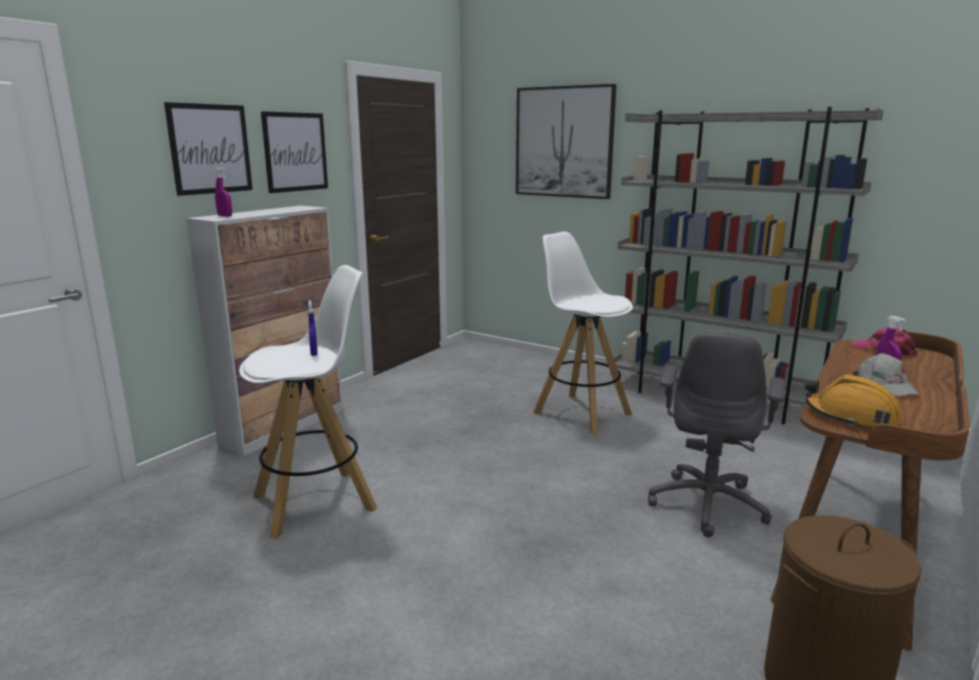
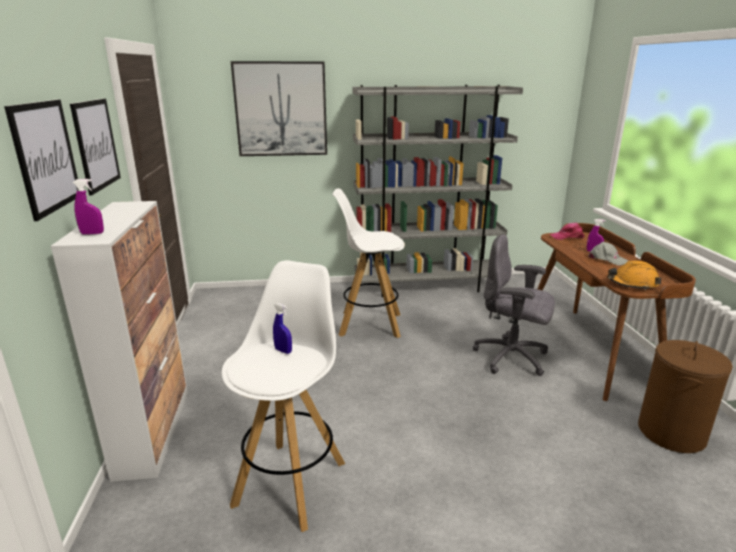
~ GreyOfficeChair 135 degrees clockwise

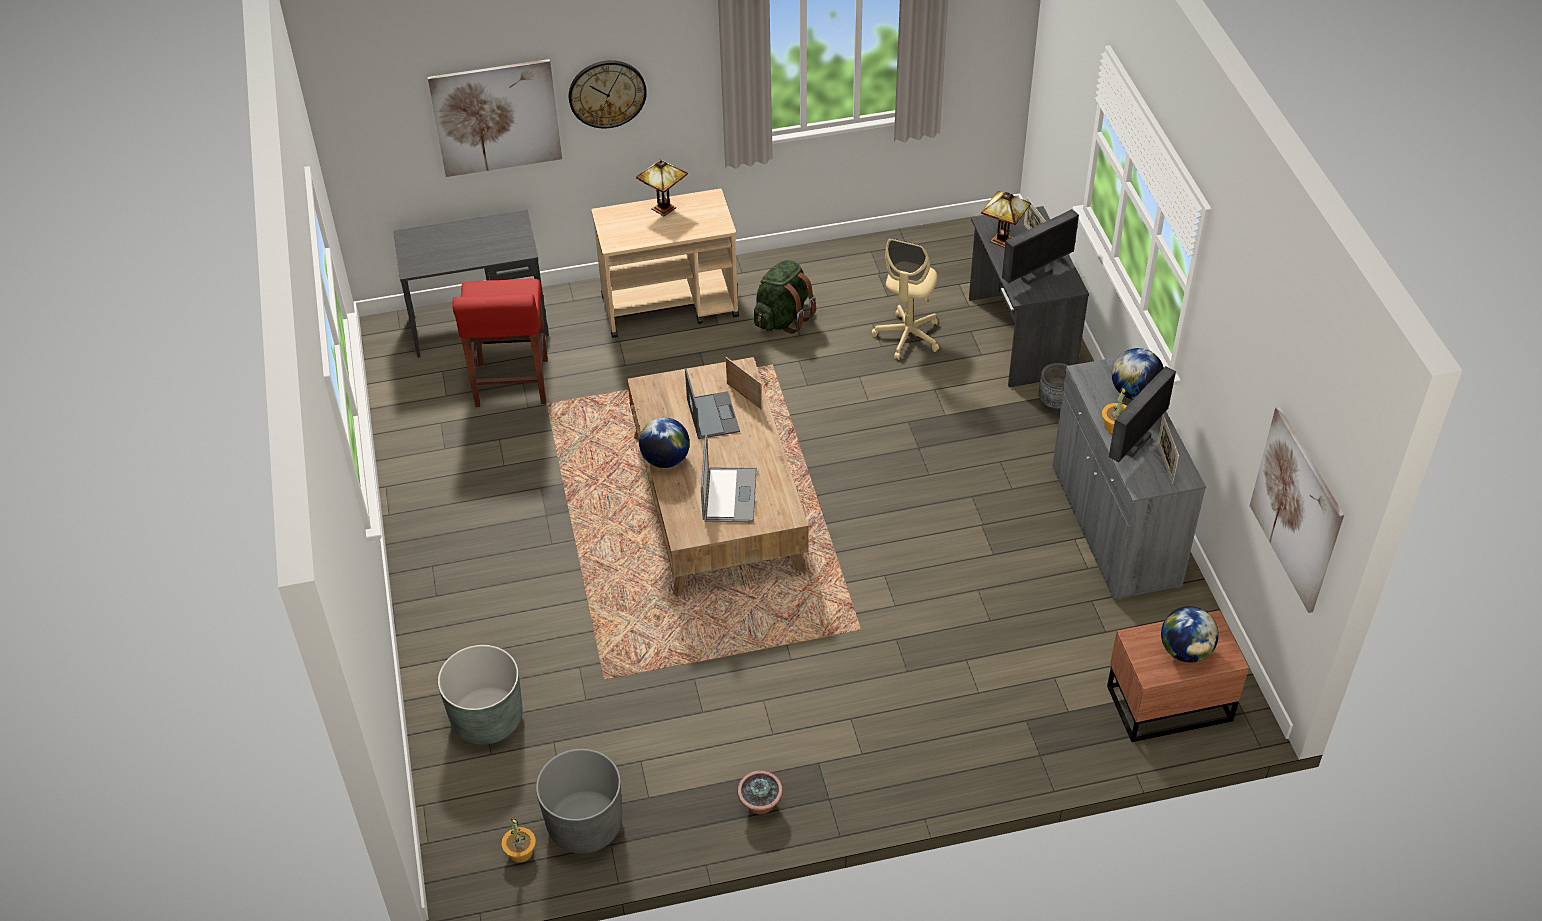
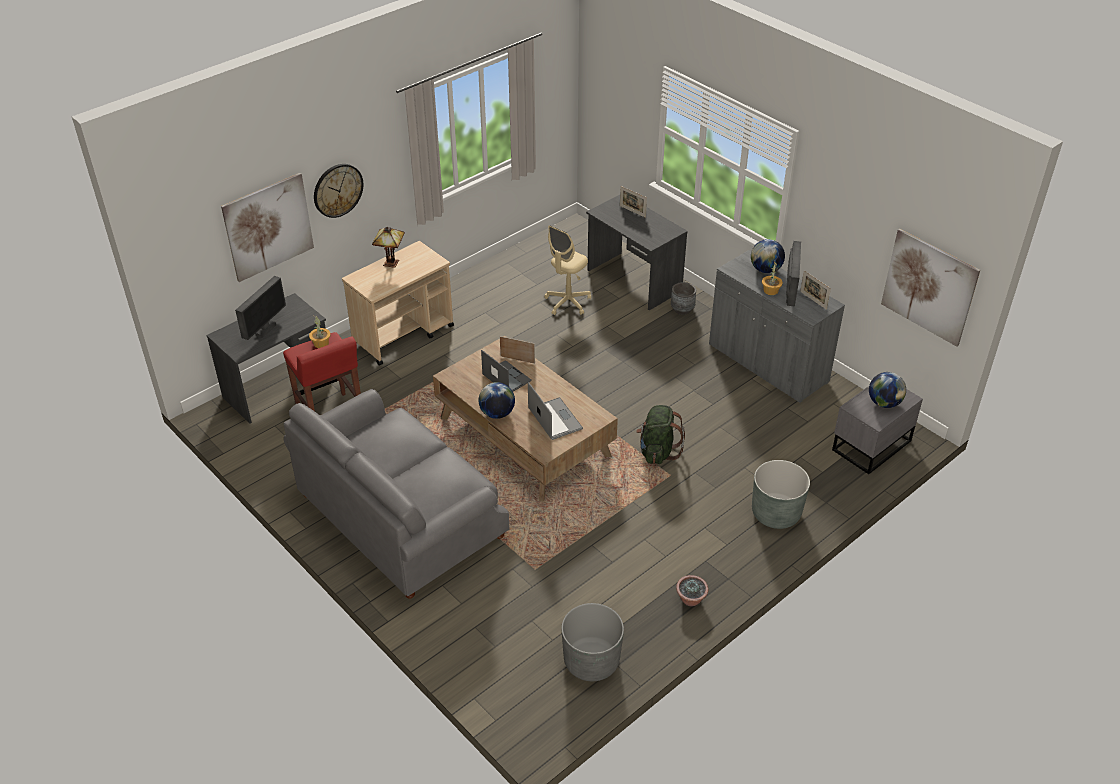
- TabletopLamp (no. 2 from left)
~ ComputerScreen (no. 1 from left)
~ BeigeOfficeChair 45 degrees clockwise
~ GreenRucksack
~ BrownNightstand to GreyNightstand
~ GreyPlantPot (no. 1 from left in the first image) to GreyPlantPot (no. 3 from left)
~ PlantInAPot (no. 1 from left)
+ GreySettee

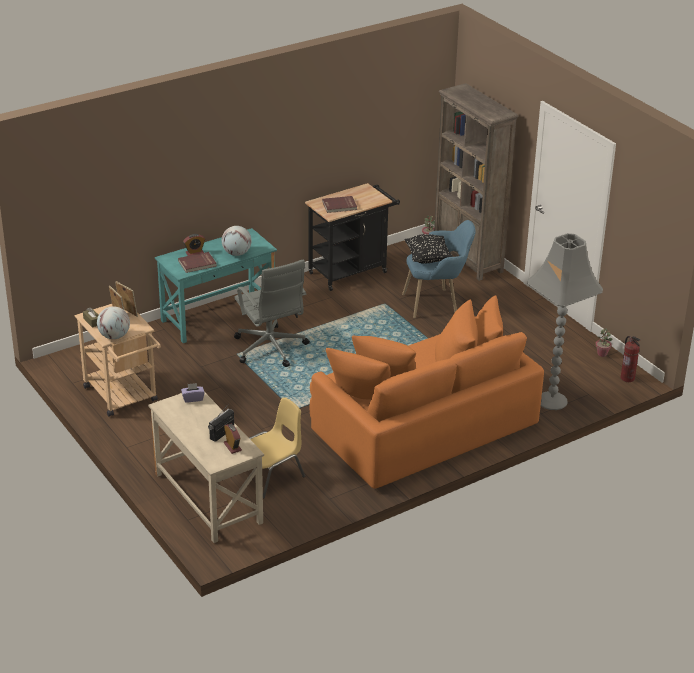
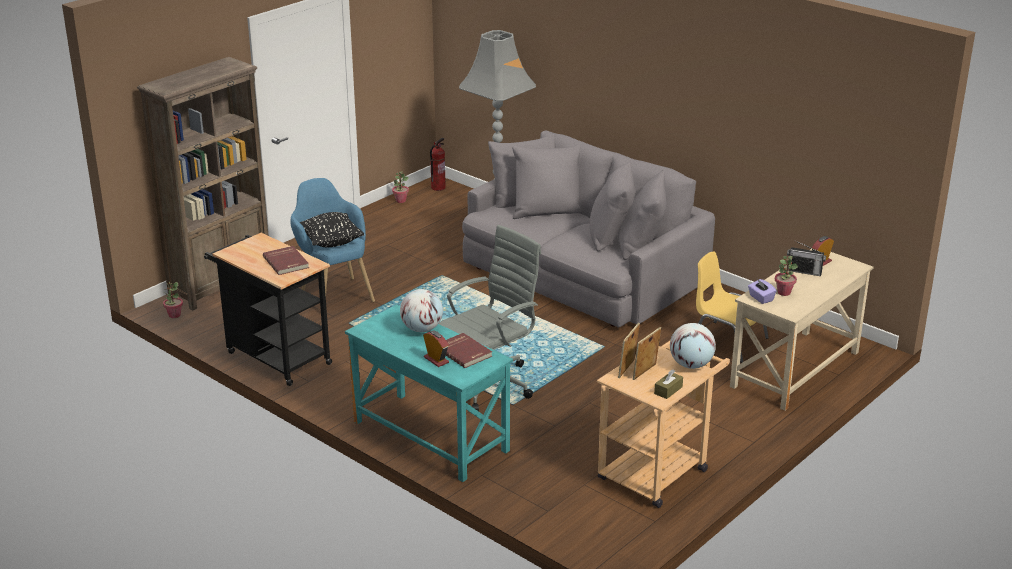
~ OrangeColouredSettee to GreySettee
+ PlantInAPot (no. 3 from left)

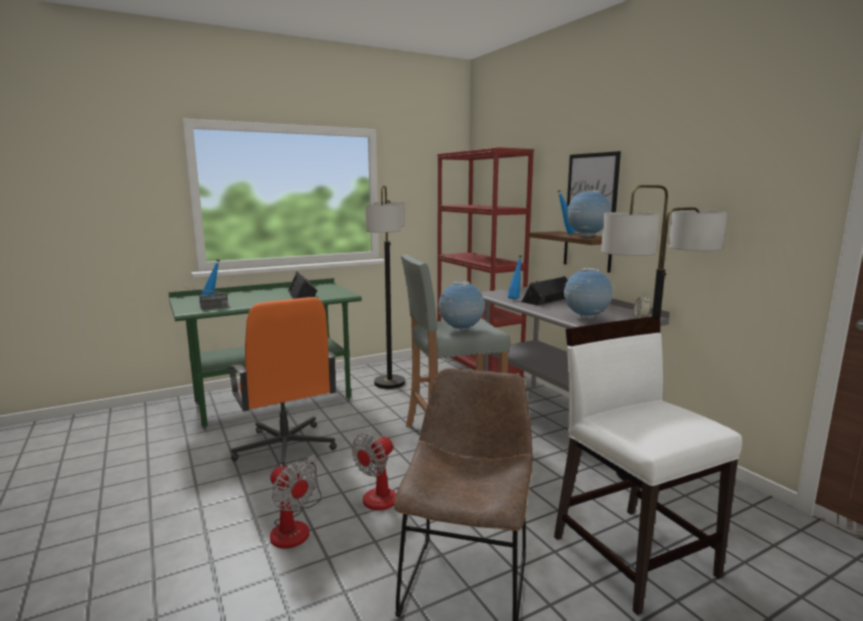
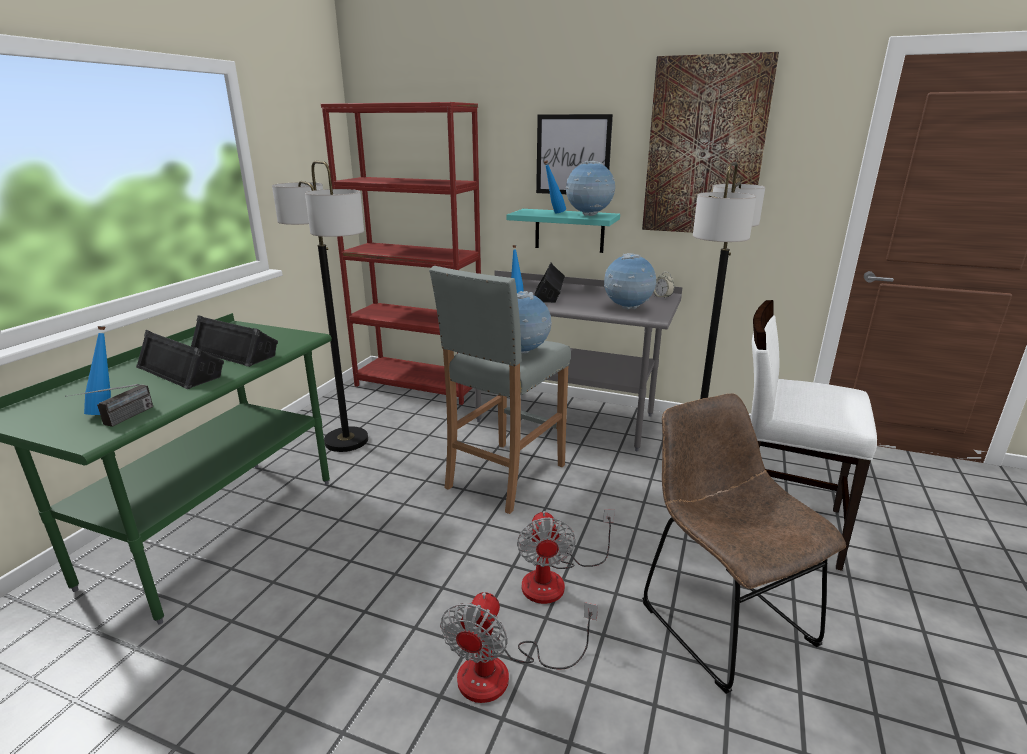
~ BrownWallShelf to TurquoiseWallShelf
- OrangeColouredOfficeChair
~ CoolingFan (no. 1 from left) 105 degrees clockwise
+ WallArt (no. 2 from left)
+ BlackishLoudspeaker (no. 1 from left)

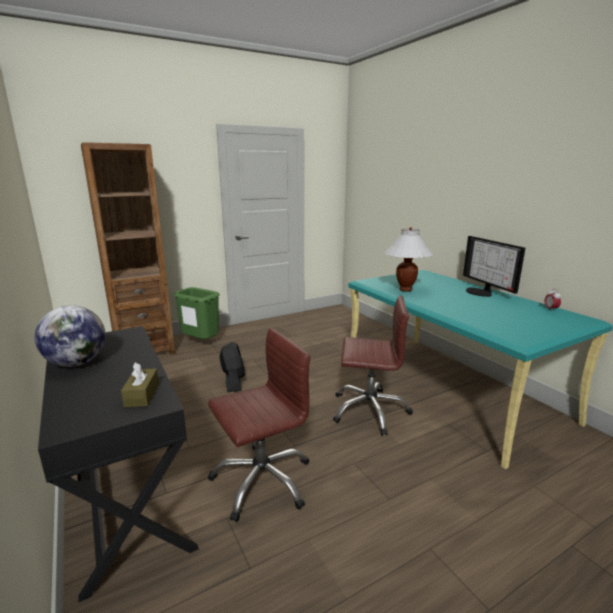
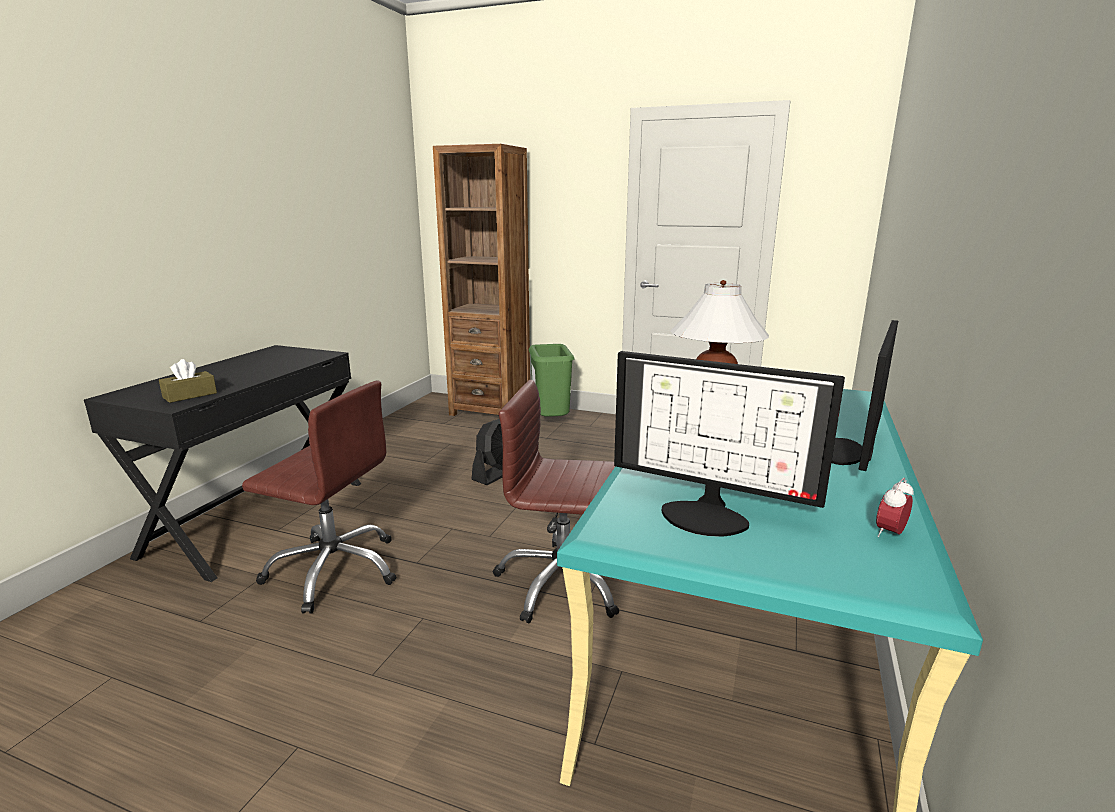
~ BrownOfficeChair (no. 2 from left) 135 degrees clockwise
- Globe
+ ComputerScreen (no. 1 from left)

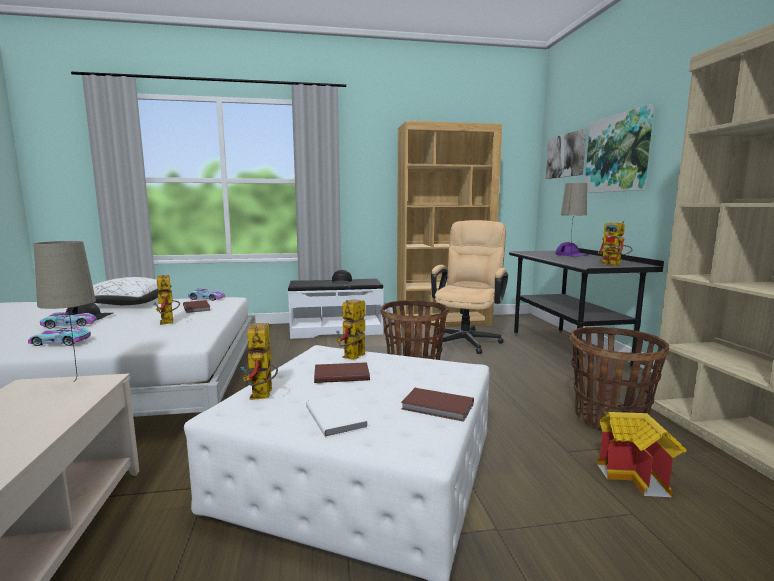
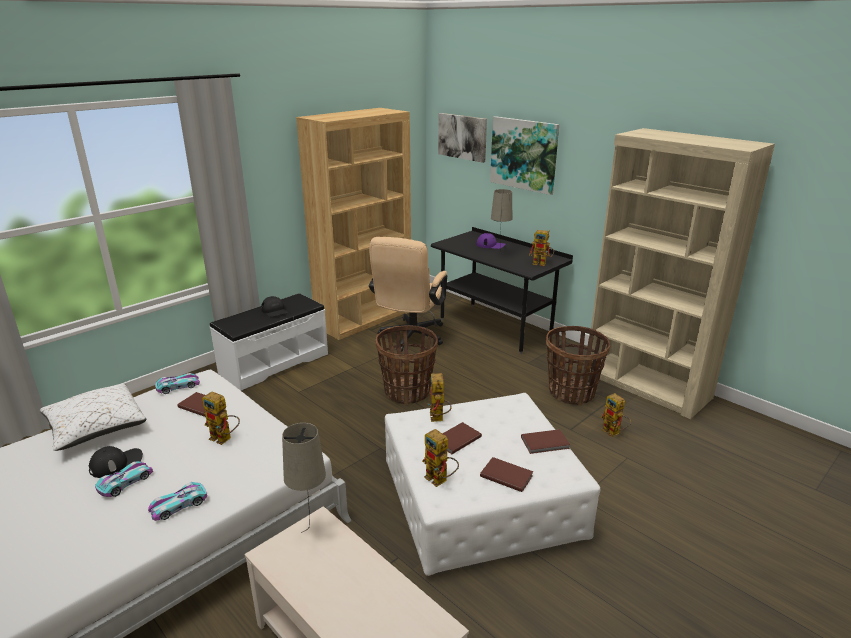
~ BeigeOfficeChair 150 degrees counterclockwise
~ WhitishBook to BrownBook (no. 3 from left)
~ ToyHouse to ToyRobot (no. 5 from left)

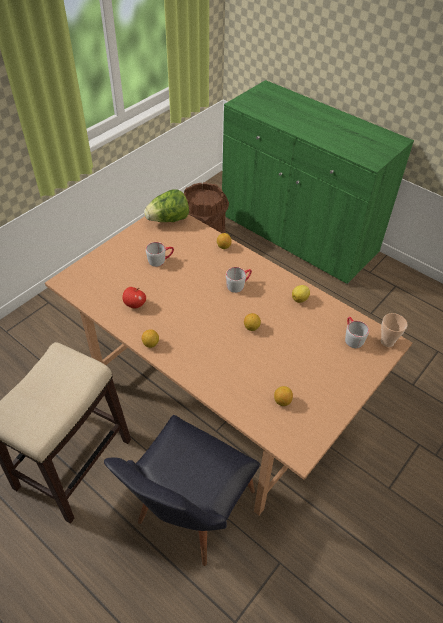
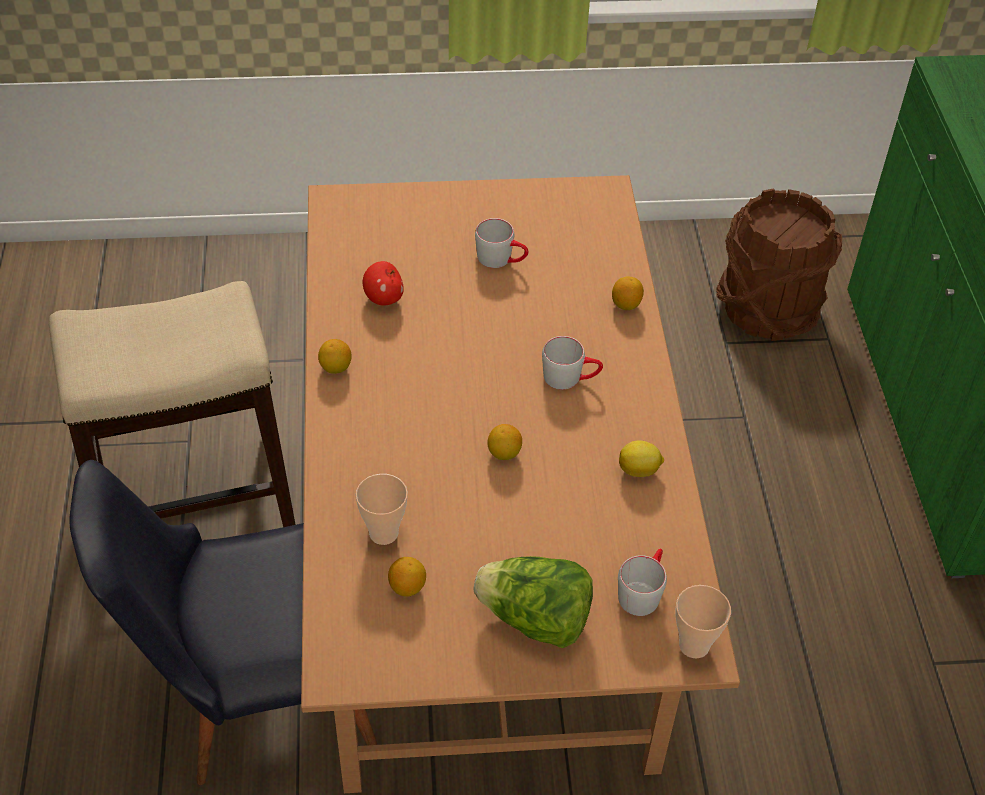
~ Lettuce
+ Cup (no. 1 from left)

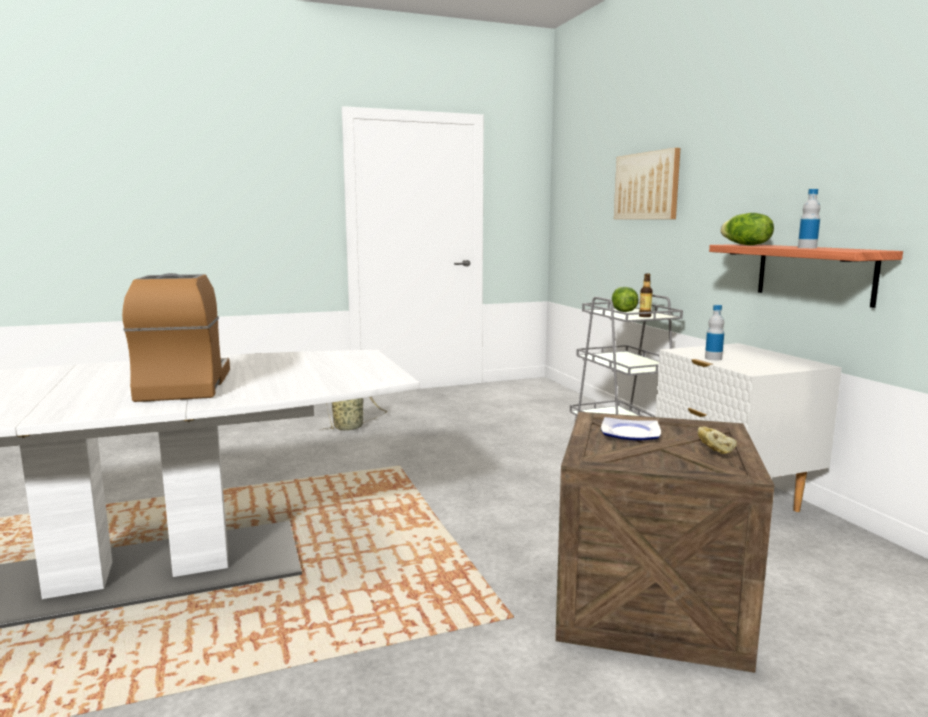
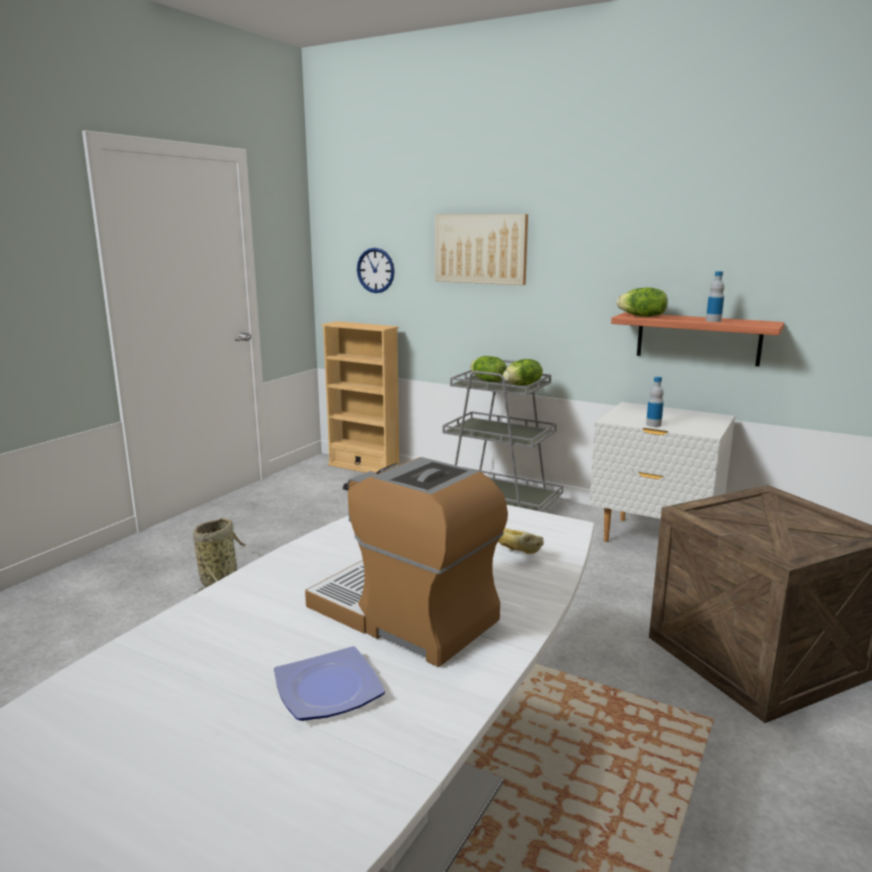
~ DrinkBottle (no. 1 from left) to Lettuce (no. 2 from left)
~ Plate
~ Bread
+ ClockOnTheWall
+ BeigeBookcase

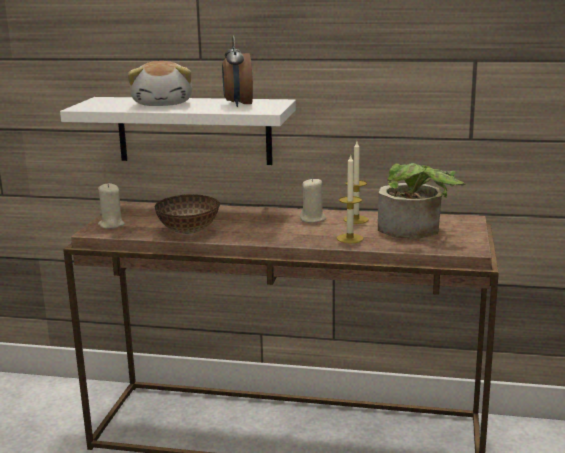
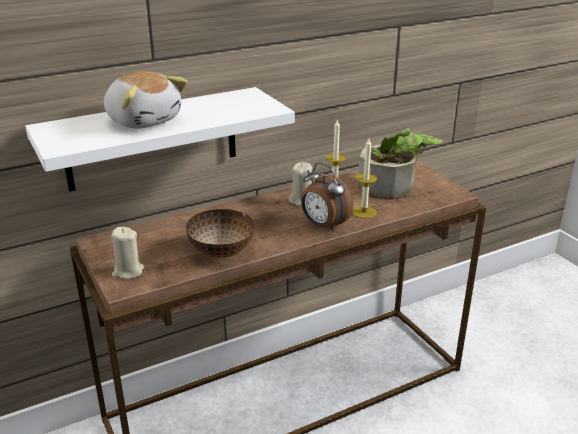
~ AlarmClock

